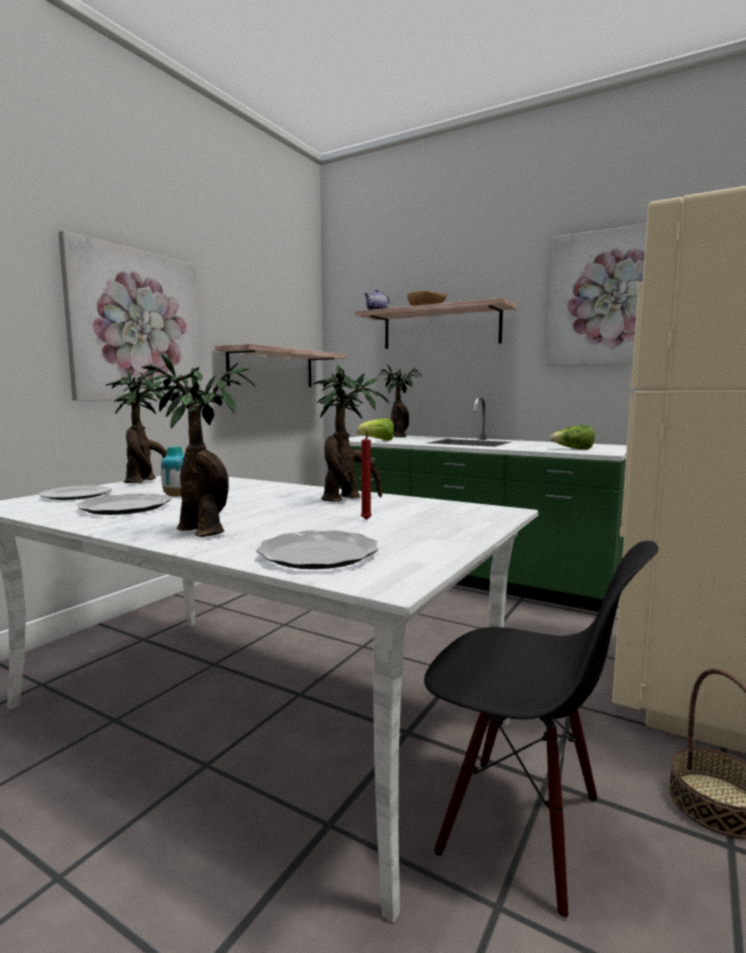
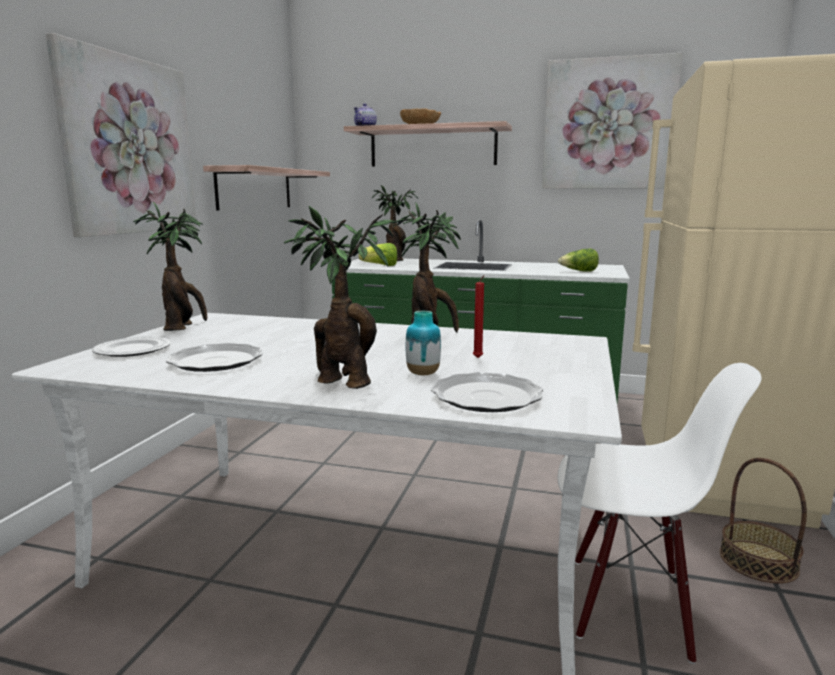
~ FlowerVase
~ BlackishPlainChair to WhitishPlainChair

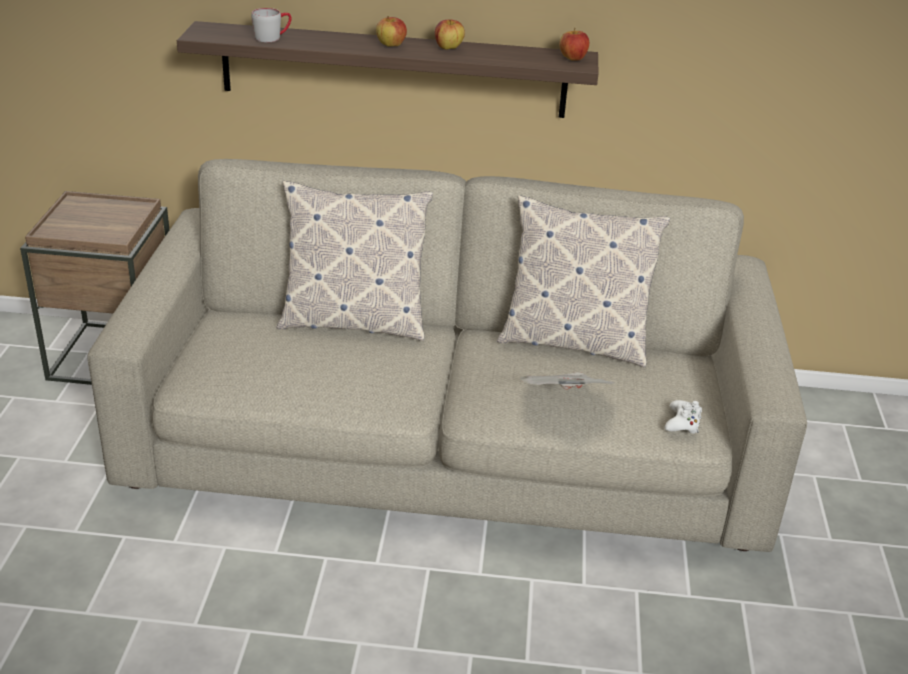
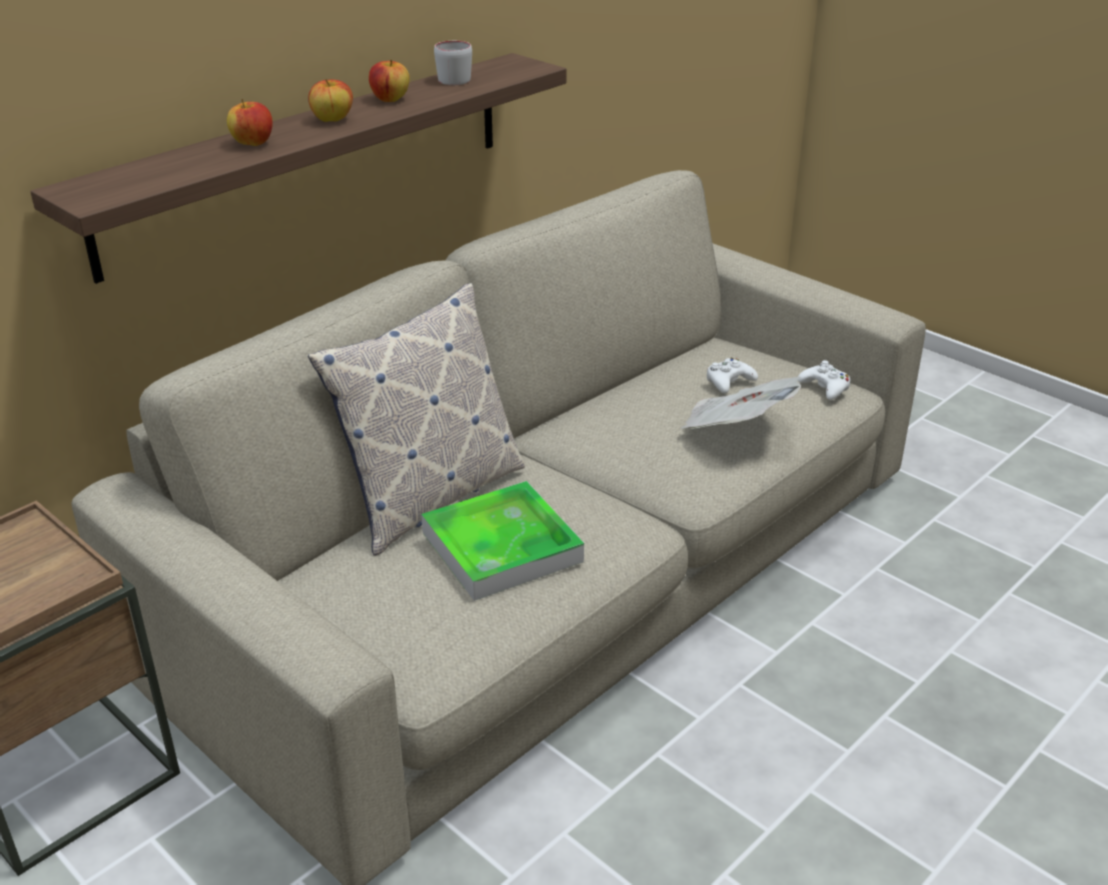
~ GreyTeaMug
~ Apple (no. 3 from left in the first image) to Apple (no. 1 from left)
- Cushion (no. 2 from left)
+ WhitishGamepad (no. 1 from left)
+ Tray

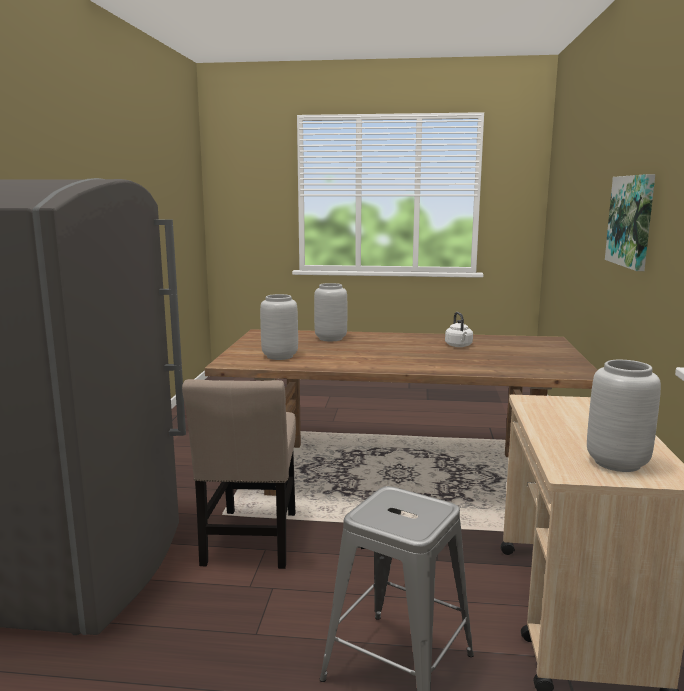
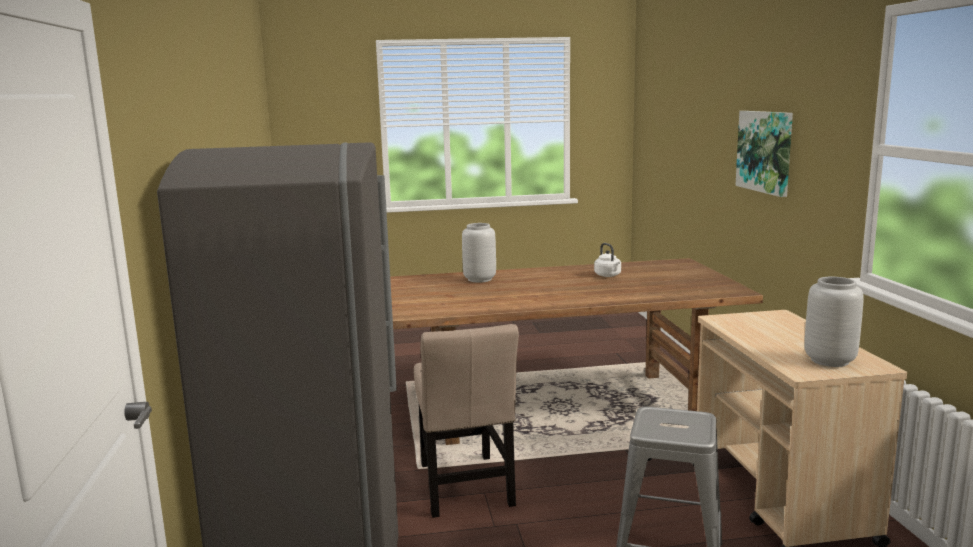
- GreyFlowerVase (no. 1 from left)

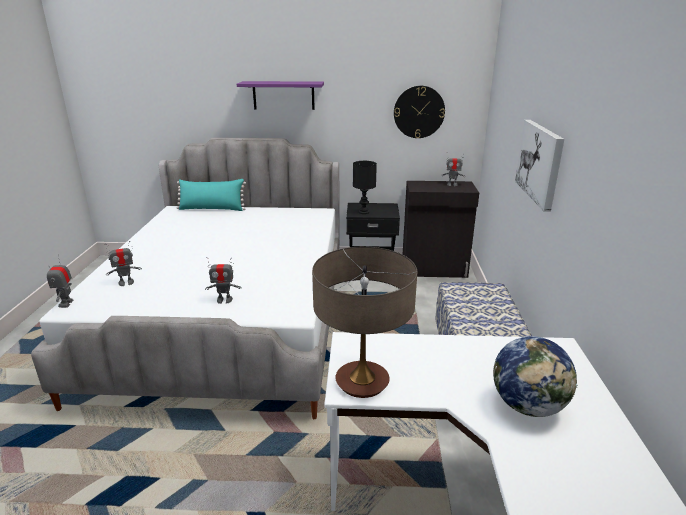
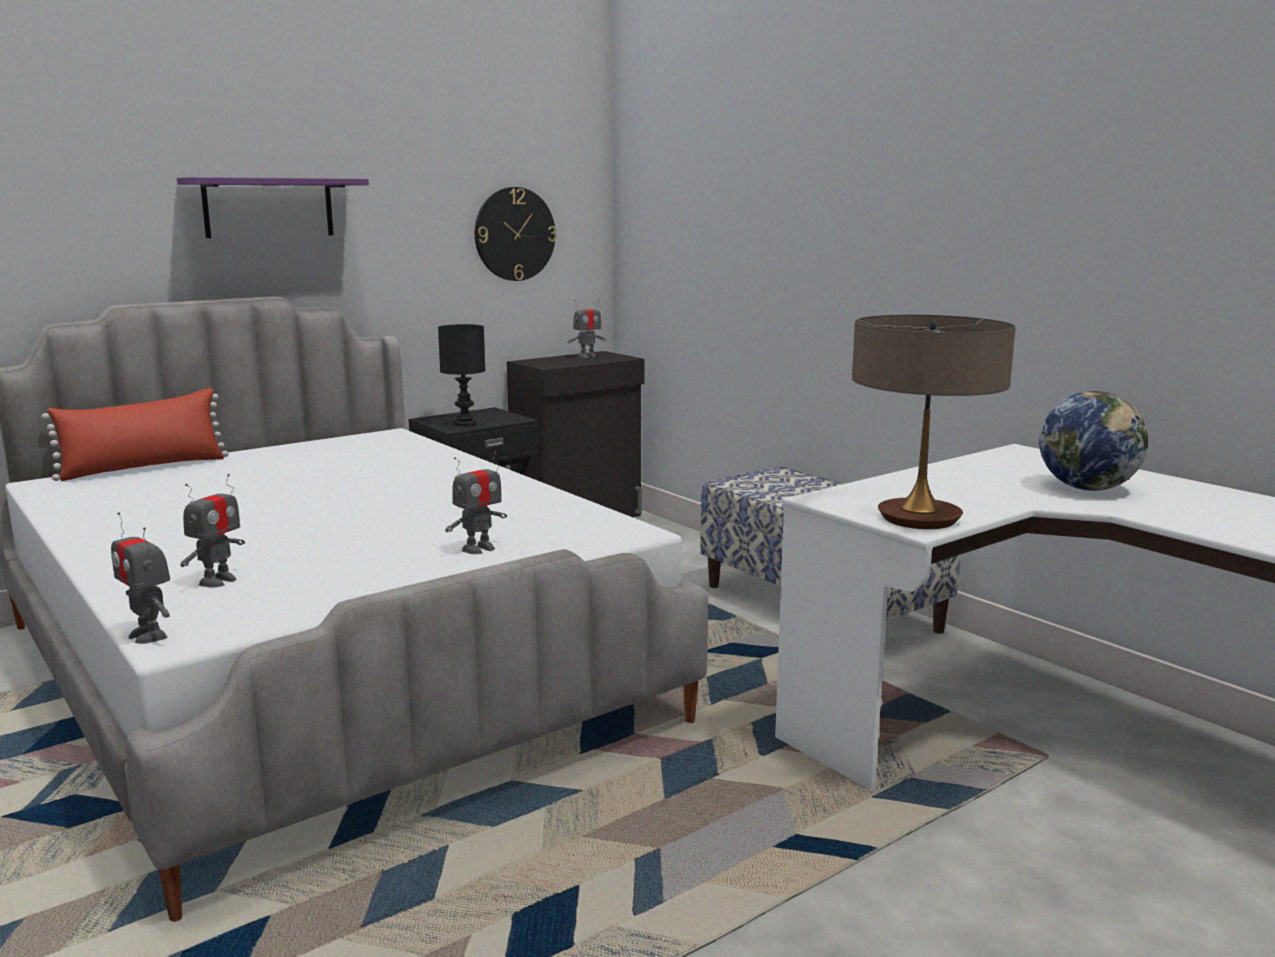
- WallArt
~ TurquoiseCushion to ReddishCushion

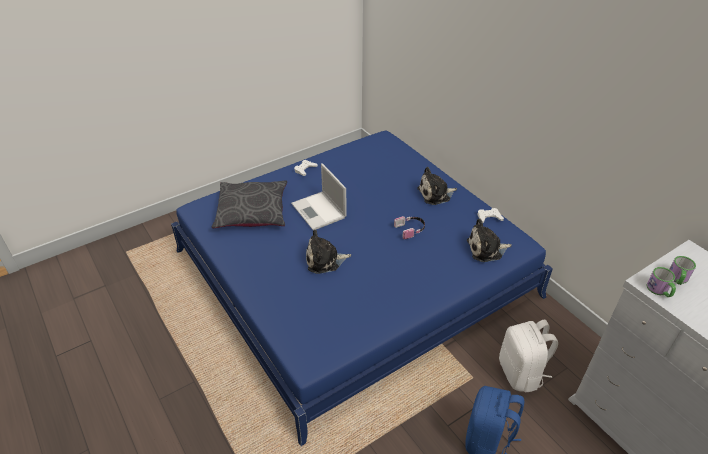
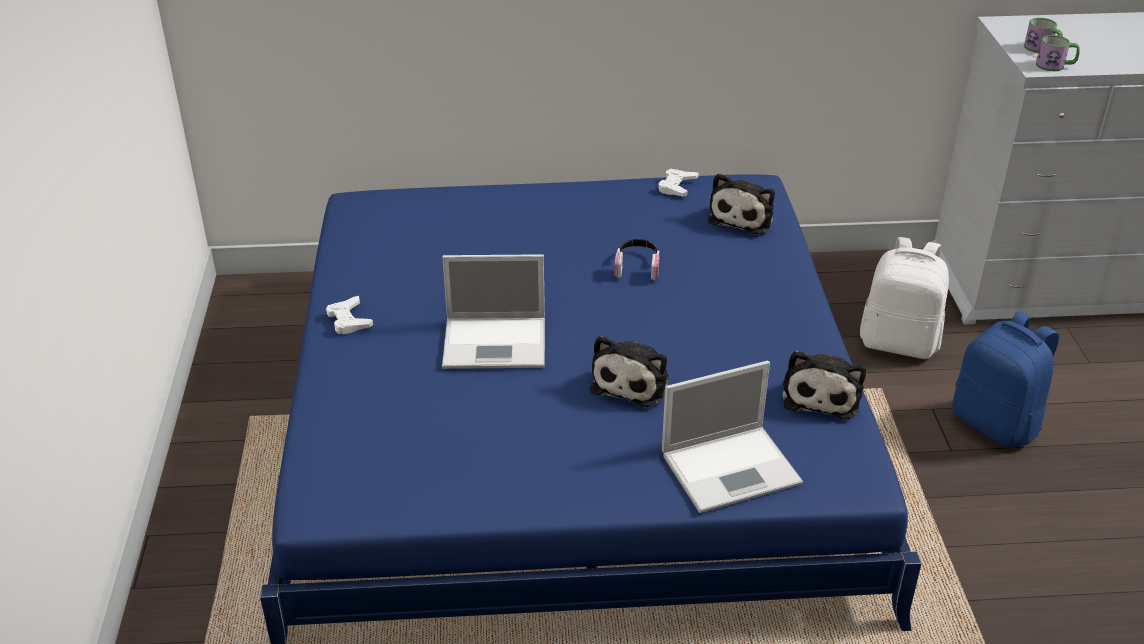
~ CuddlyToy (no. 2 from left in the first image) to CuddlyToy (no. 3 from left)
- GreyCushion
+ Laptop (no. 2 from left)

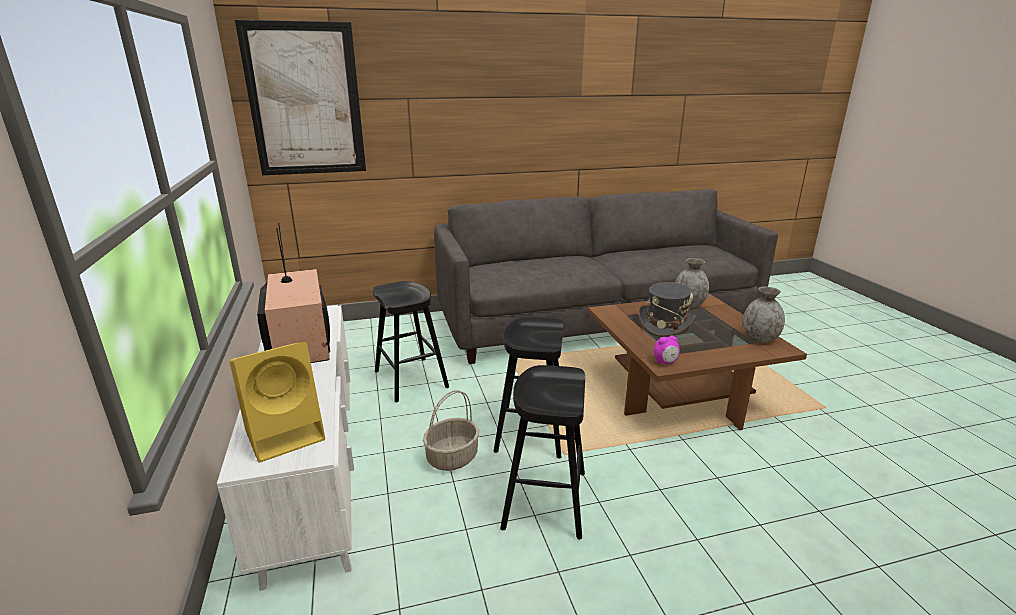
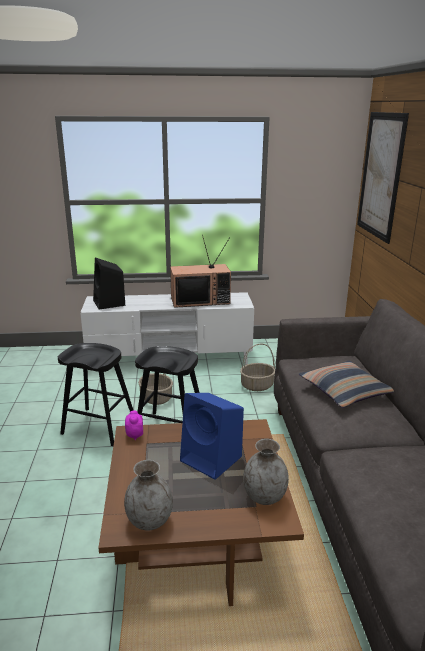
~ BlackishStoolSeat (no. 1 from left) to Basket (no. 2 from left)
~ GreyWearableHat to BlueLoudspeaker
~ YellowColouredLoudspeaker to BlackishLoudspeaker
+ Cushion

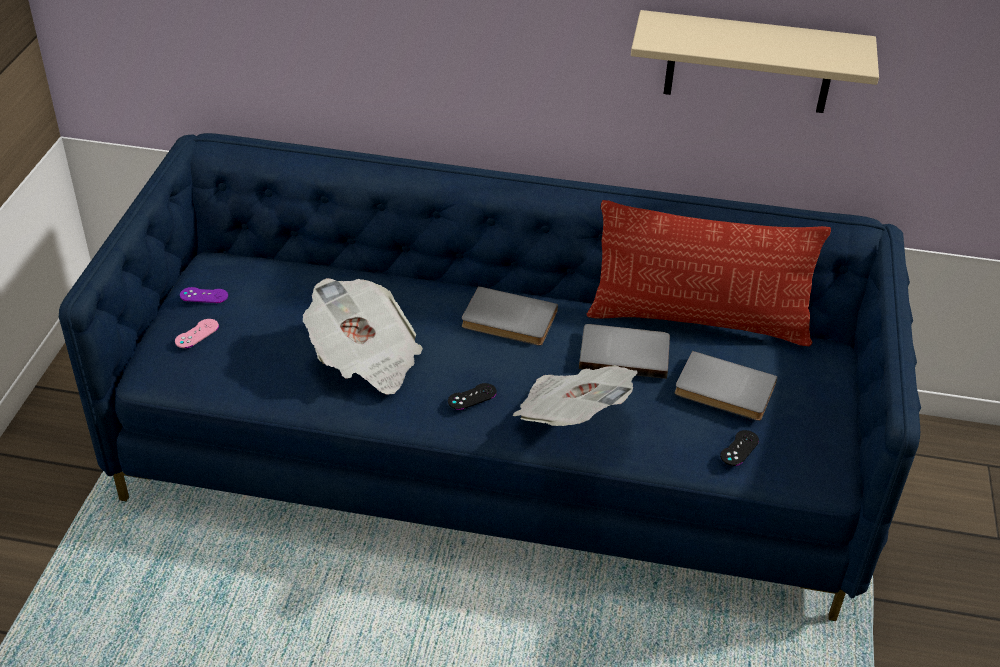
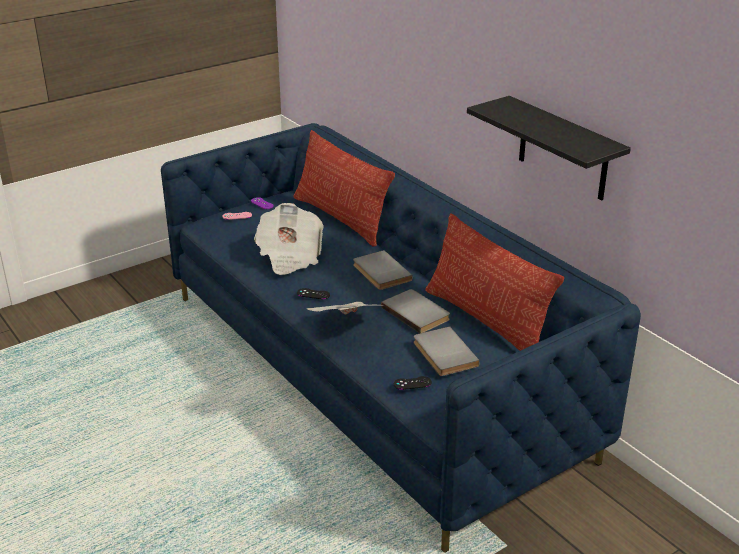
~ BeigeWallShelf to BlackishWallShelf
+ Cushion (no. 1 from left)

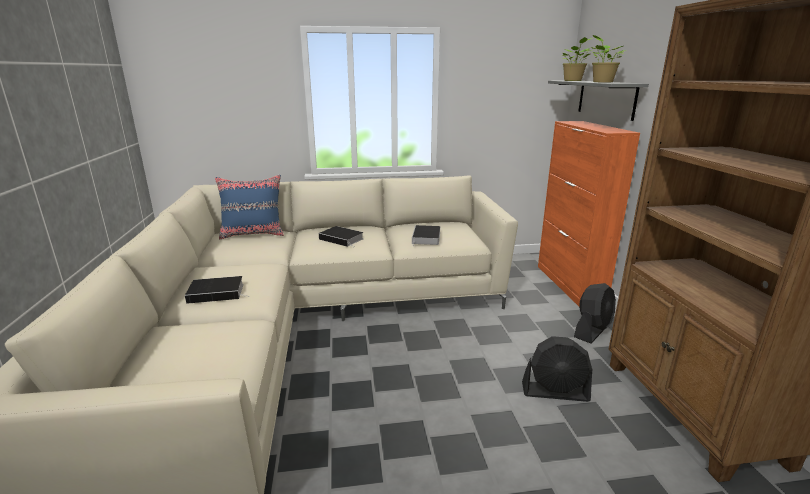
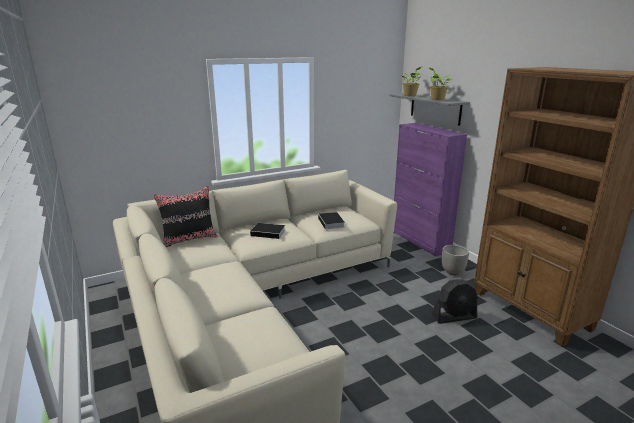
~ OrangeColouredCupboard to PurpleCupboard
~ BlueCushion to BlackishCushion
- Book (no. 1 from left)
~ BlackishCoolingFan (no. 2 from left) to PlantPot

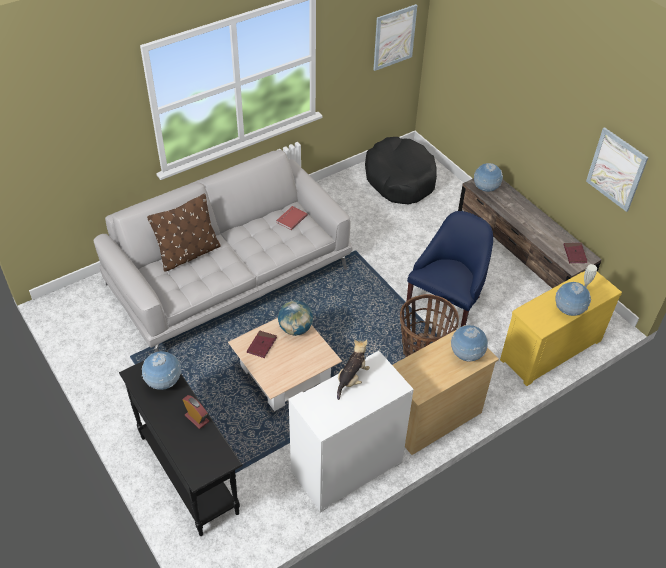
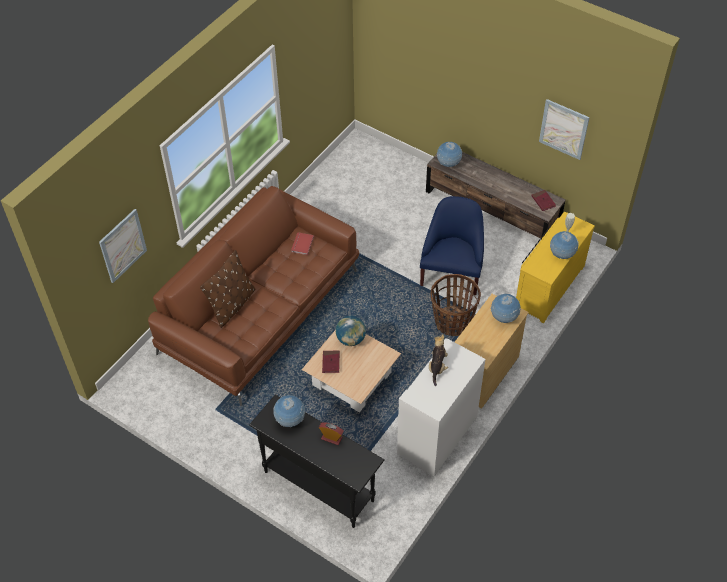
~ WallArt (no. 1 from left)
- BlackishDogBed
~ GreySettee to BrownSettee

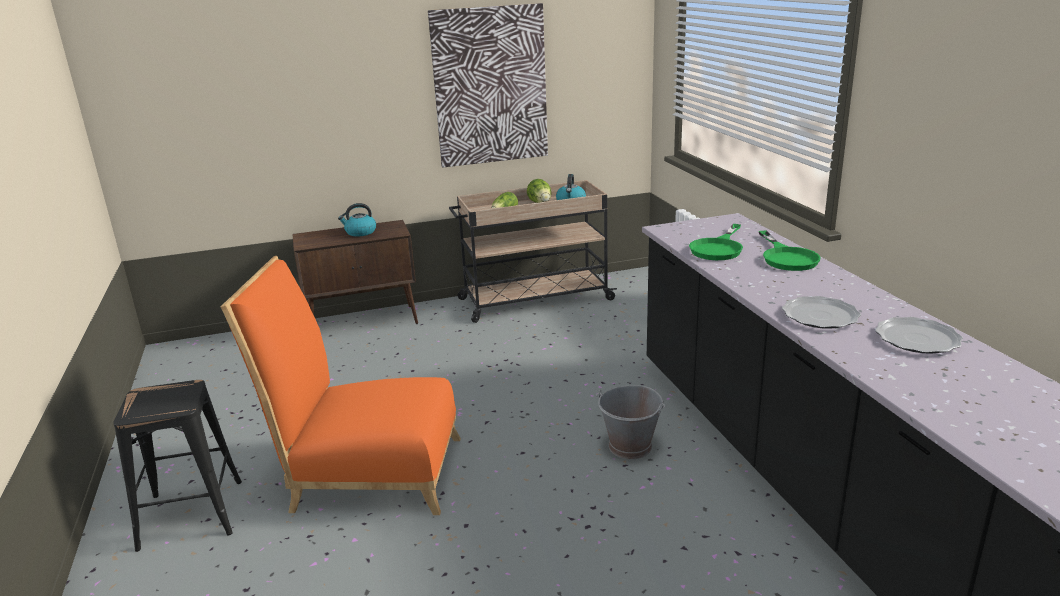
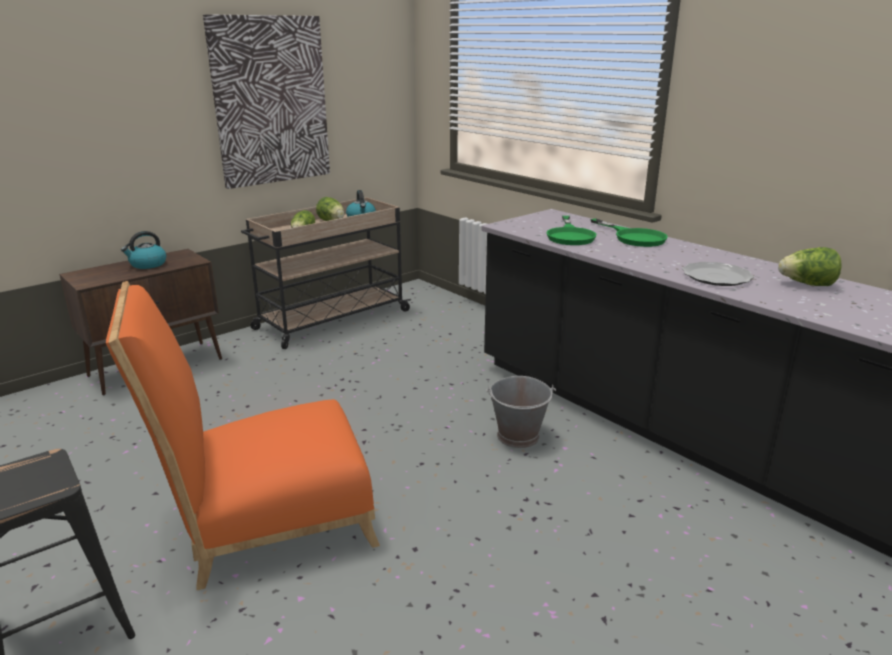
~ Plate (no. 2 from left) to Lettuce (no. 3 from left)

